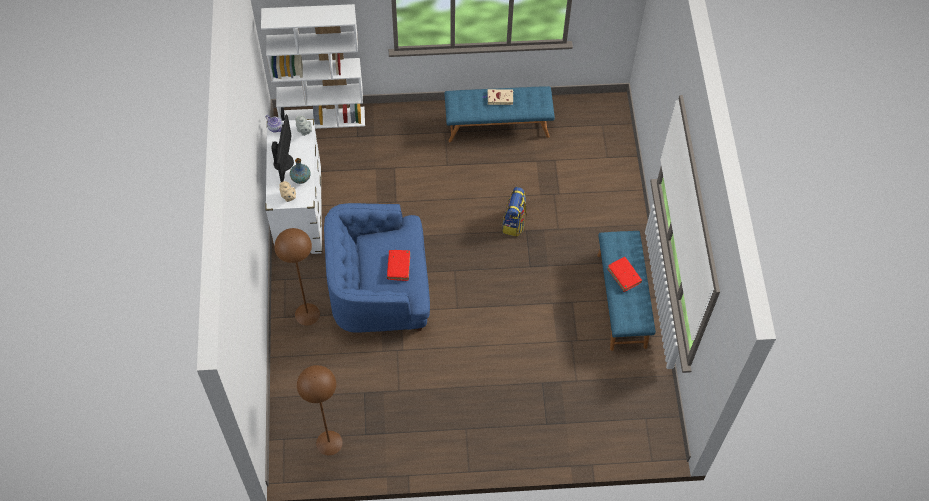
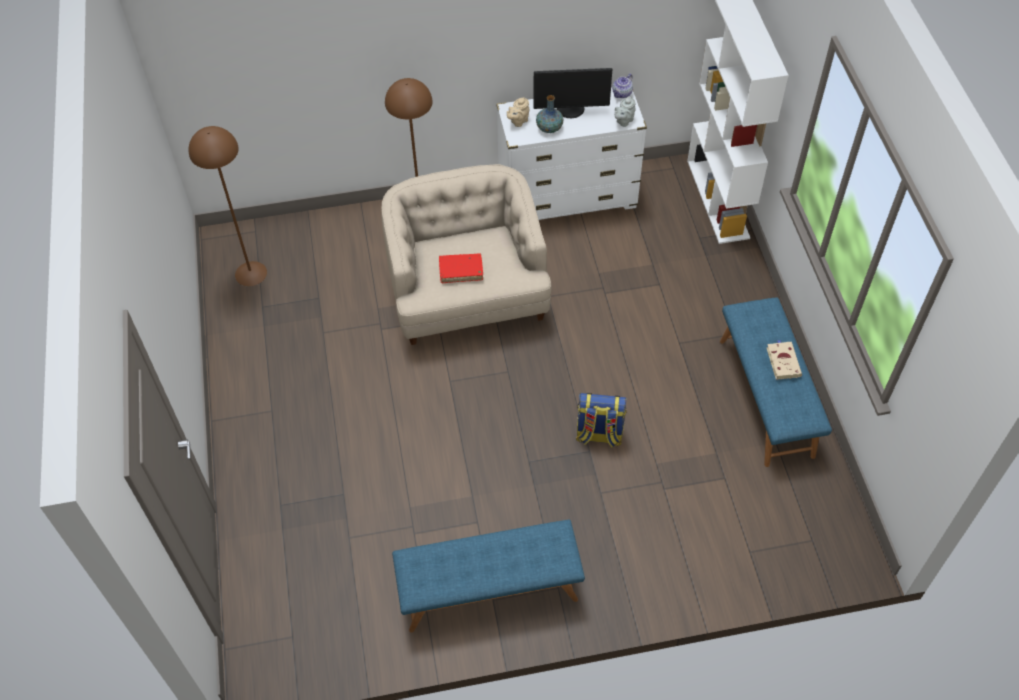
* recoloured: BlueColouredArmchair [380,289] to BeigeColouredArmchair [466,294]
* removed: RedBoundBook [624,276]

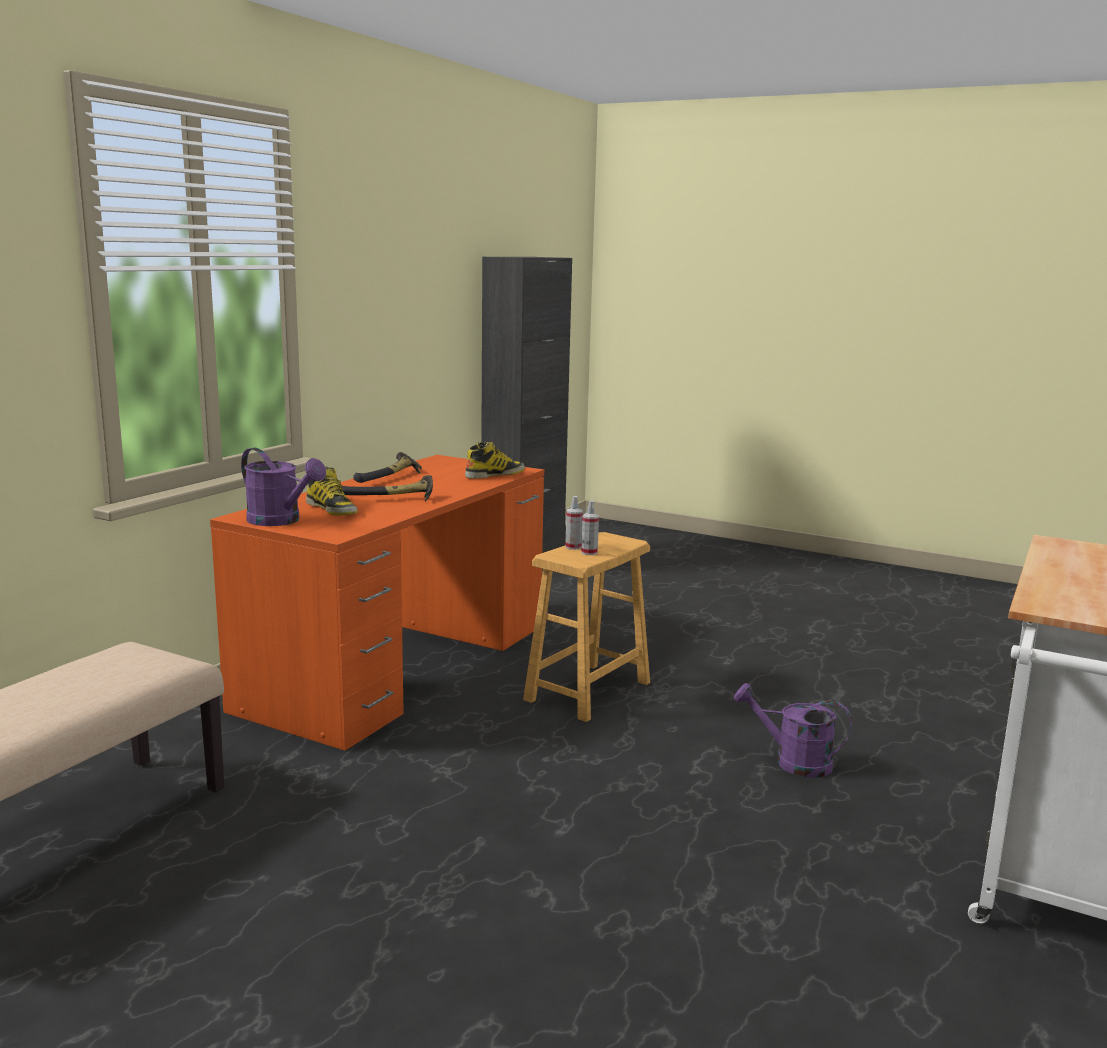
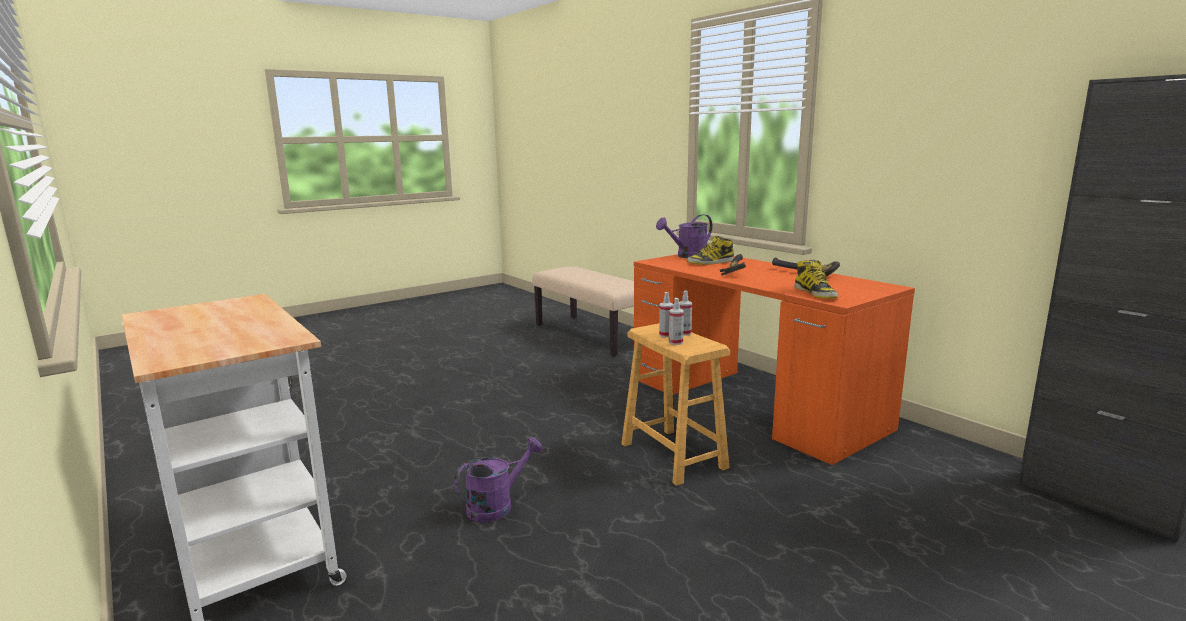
* added: SprayBottle [675,342]

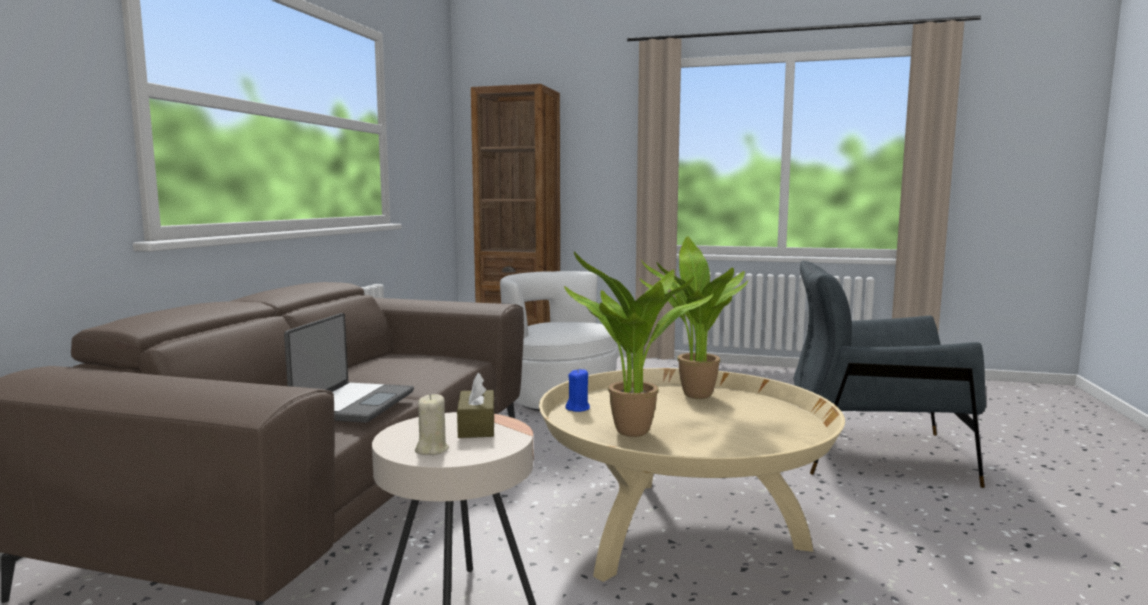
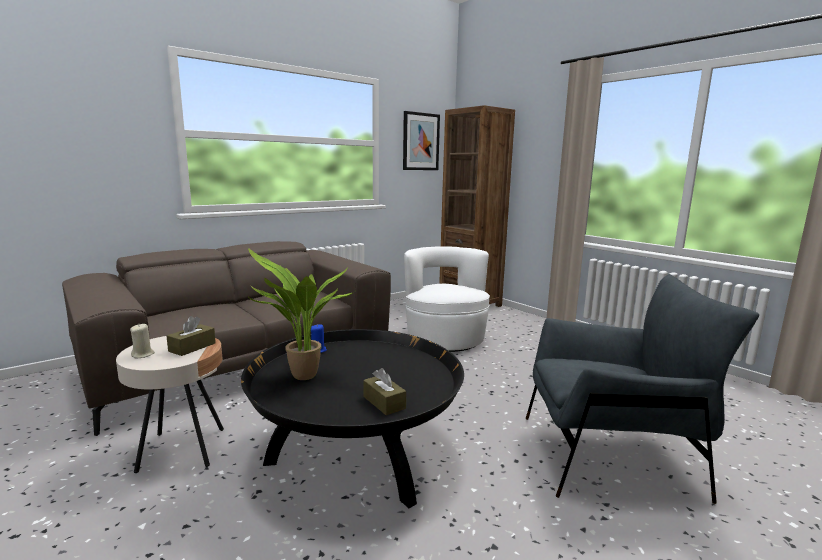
* recoloured: BeigeColouredCoffeeTable [683,531] to BlackishCoffeeTable [356,455]
* added: BrownTissueBox [384,402]
* added: Picture [420,141]
* turned: GreyishArmchair [874,453] = [610,455] 135 degrees clockwise
* removed: PortableComputer [353,404]
* removed: PlantInAPot [692,395]

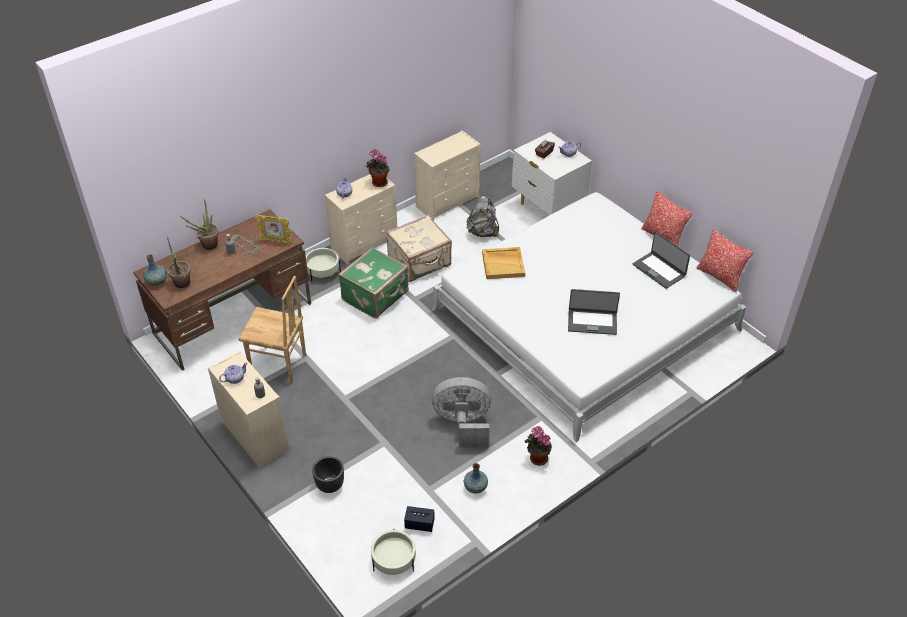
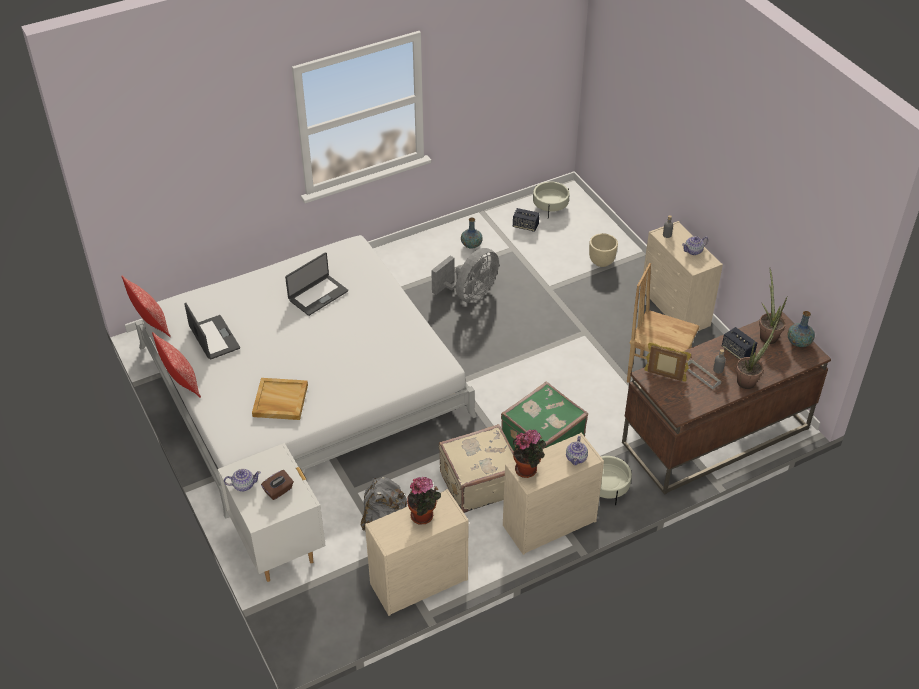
* moved: BeigeColouredTray [503,264] to [280,401]
* turned: PortableComputer [592,322] = [317,295] 120 degrees clockwise
* moved: PlantInAPot [537,458] to [424,516]
* turned: GreyishCoolingFan [463,424] = [469,294] 60 degrees counterclockwise
* recoloured: BlackishFlowerPot [329,485] to BeigeColouredFlowerPot [602,262]
* added: AudioSpeaker [737,351]

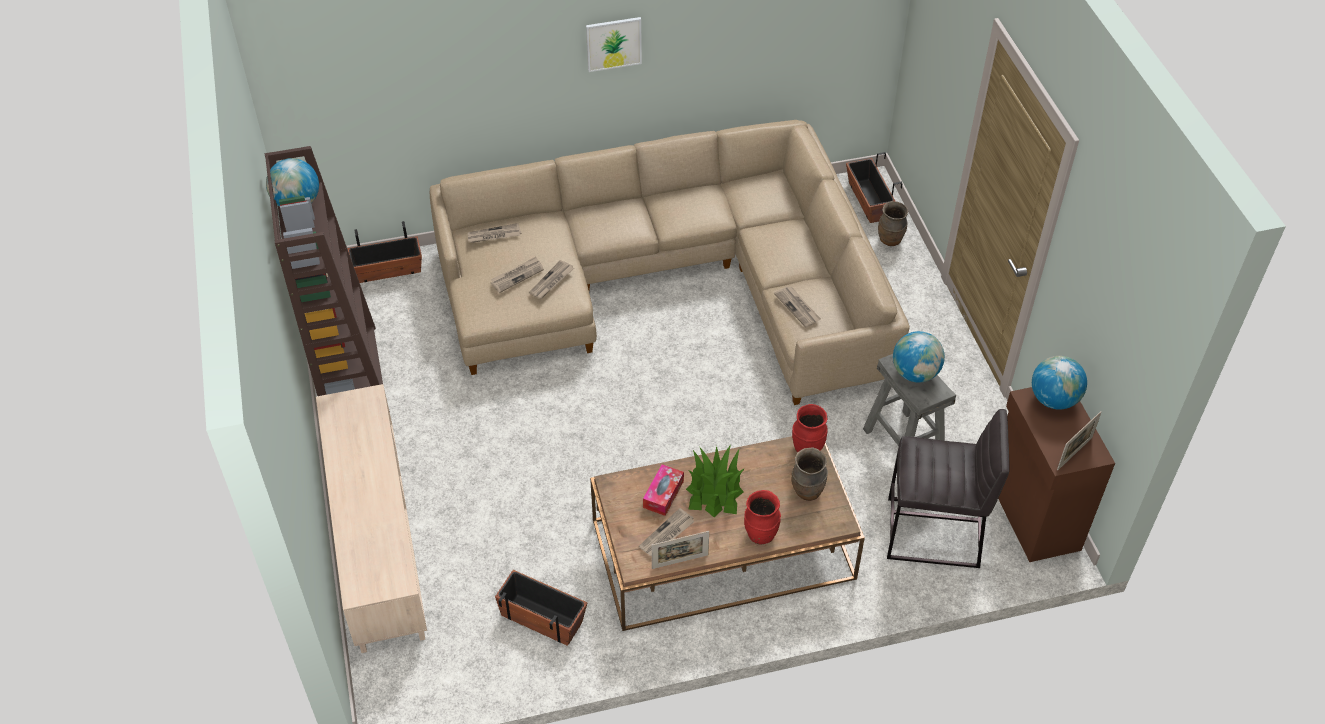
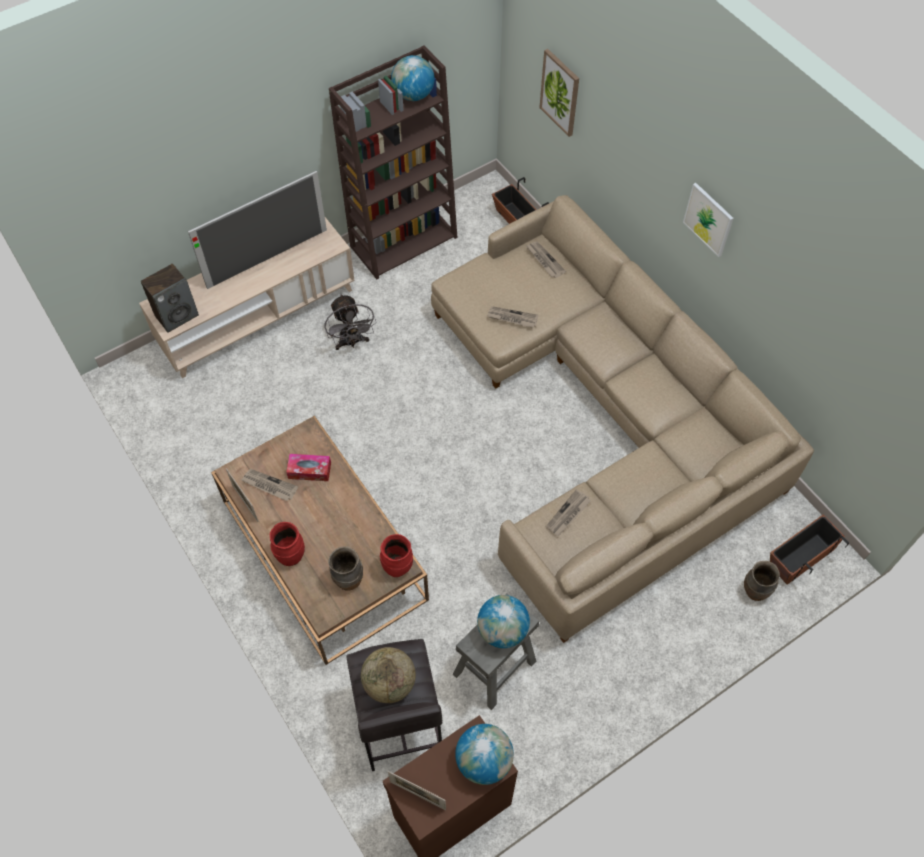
* added: AudioSpeaker [177,315]
* added: TvSet [267,258]
* added: GreyishCoolingFan [351,342]
* added: Globe [389,683]
* added: Picture [560,92]
* removed: DailyPaper [517,276]
* removed: FlowerPot [542,618]
* removed: PlantInAPot [715,491]

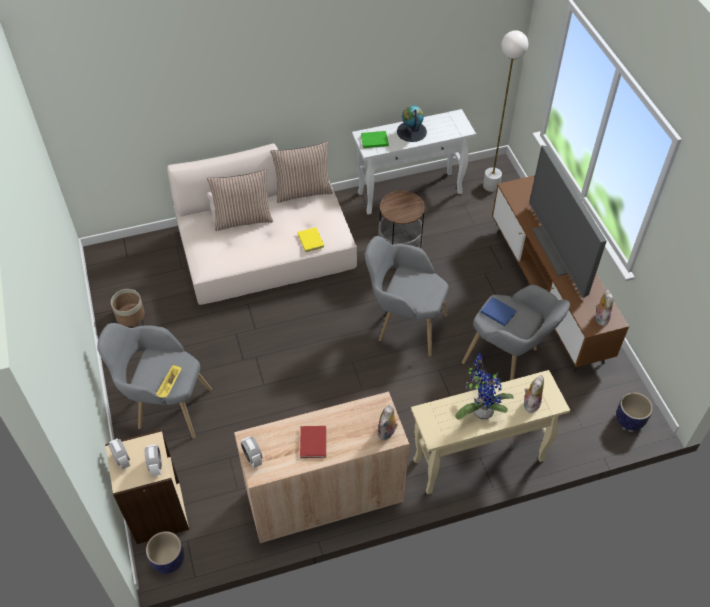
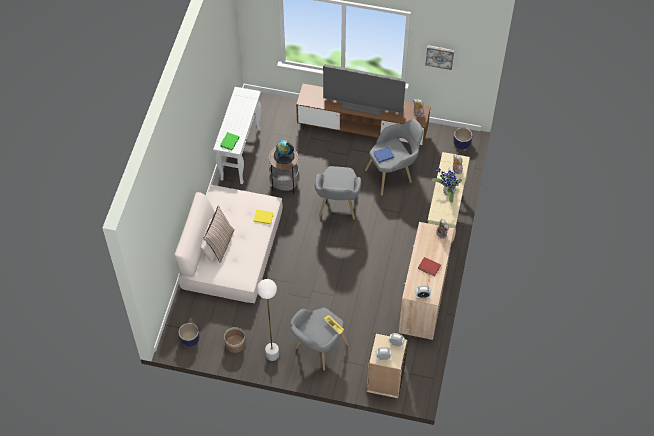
* moved: FlowerPot [168,559] to [189,340]
* moved: WhitishFloorLamp [491,186] to [272,354]
* moved: Globe [411,131] to [284,155]
* turned: GreyishArmchair [403,325] = [337,208] 45 degrees counterclockwise
* added: Picture [440,56]
* removed: Cushion [303,191]

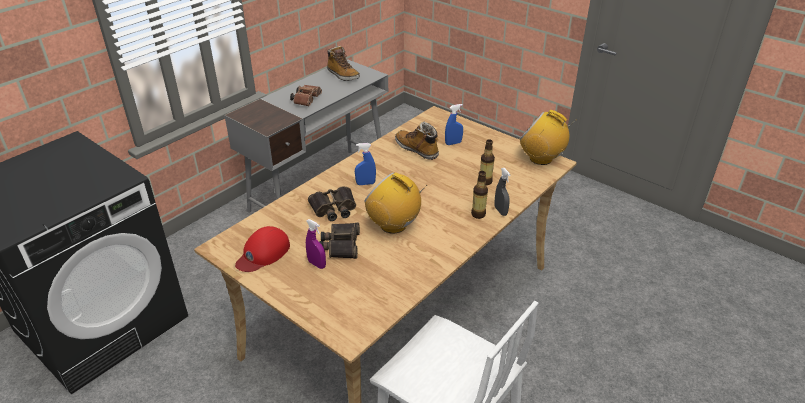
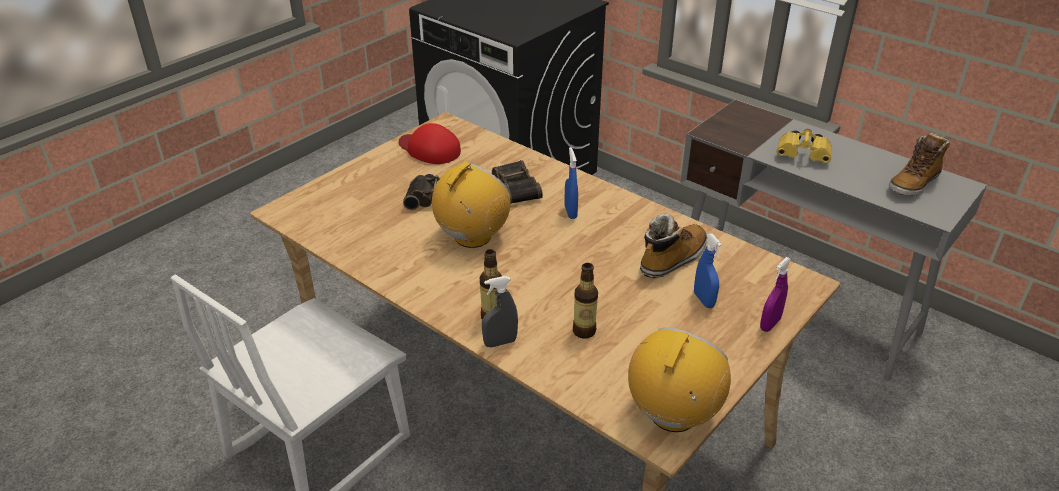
* moved: PurpleColouredSprayBottle [317,264] to [770,324]
* recoloured: BrownBinoculars [307,100] to YellowishBinoculars [804,156]

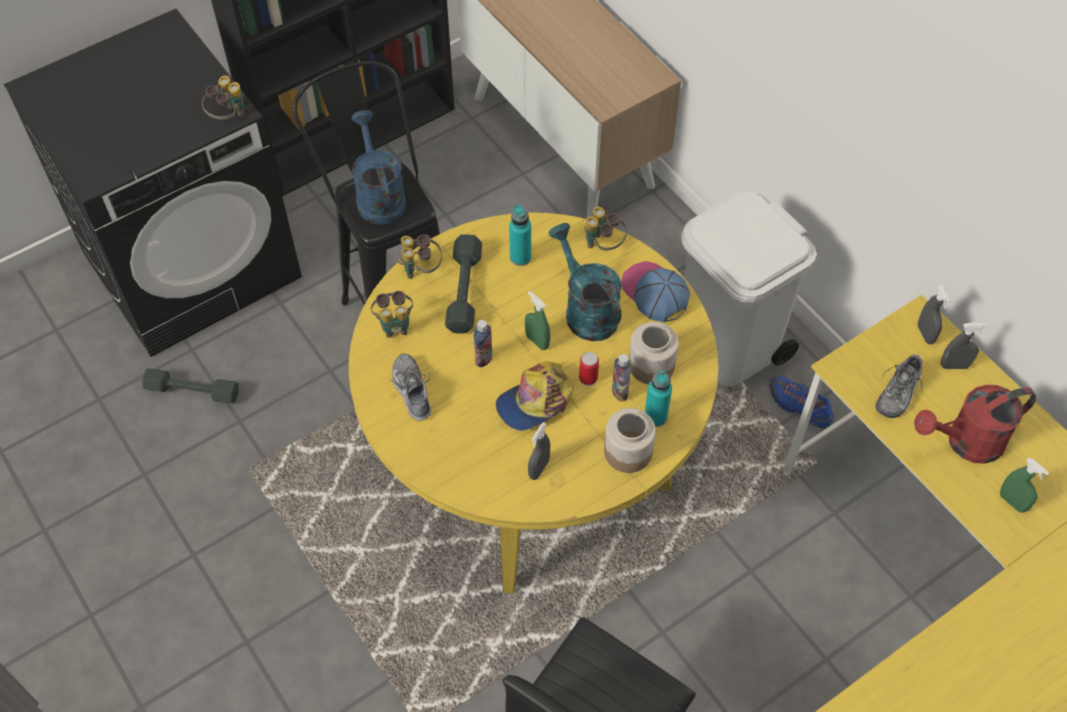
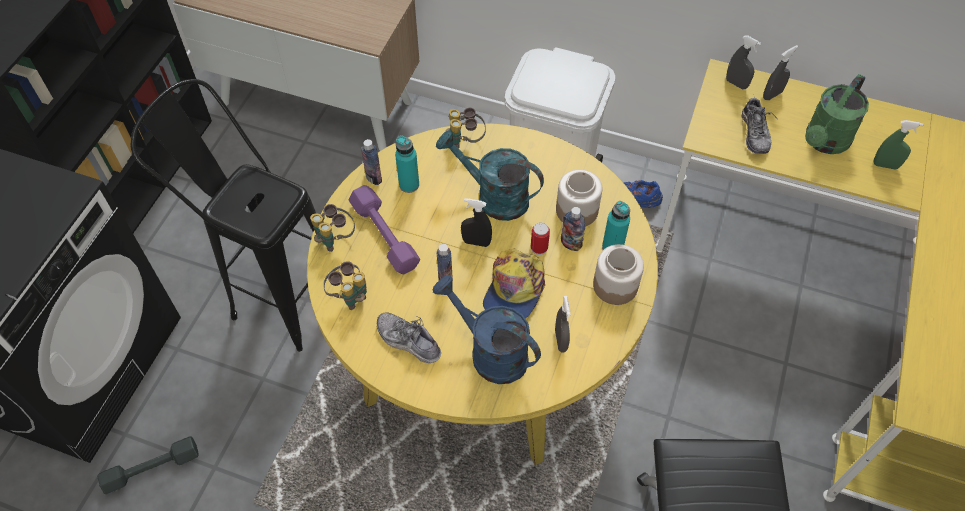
* recoloured: GreyishHandWeight [464,290] to PurpleColouredHandWeight [385,235]
* added: BeverageBottle [373,178]
* moved: BlueColouredSprinklingCan [378,196] to [490,352]
* recoloured: GreenColouredSprayBottle [537,341] to BlackishSprayBottle [476,242]
* recoloured: RedSprinklingCan [966,442] to GreenColouredSprinklingCan [824,142]
* removed: Binoculars [228,117]
* removed: Cap [654,293]

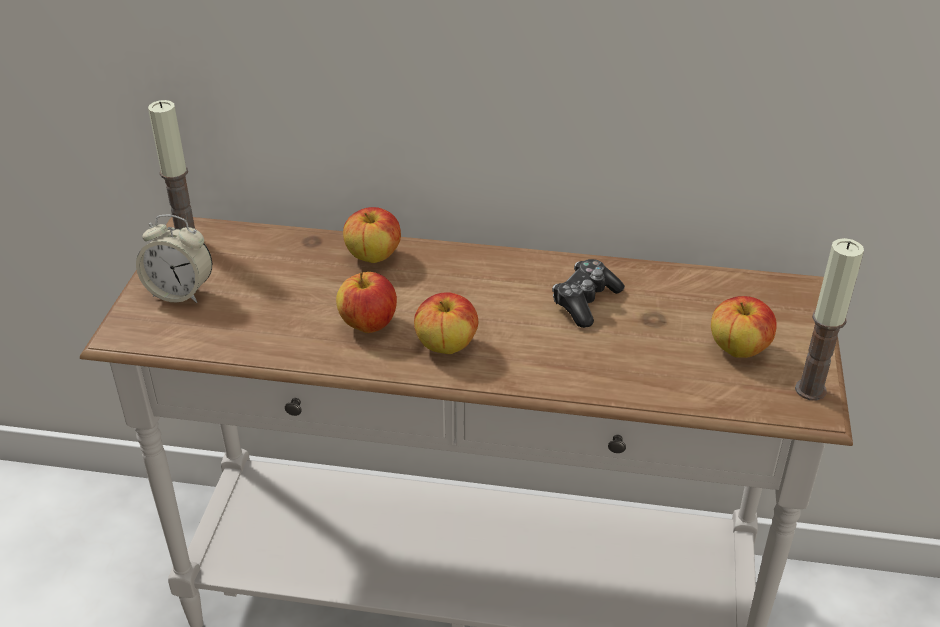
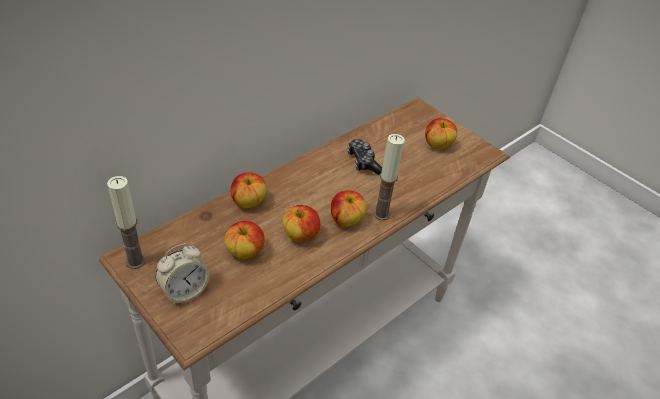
* added: AppleFruit [245,252]
* moved: WaxCandle [810,390] to [381,214]

